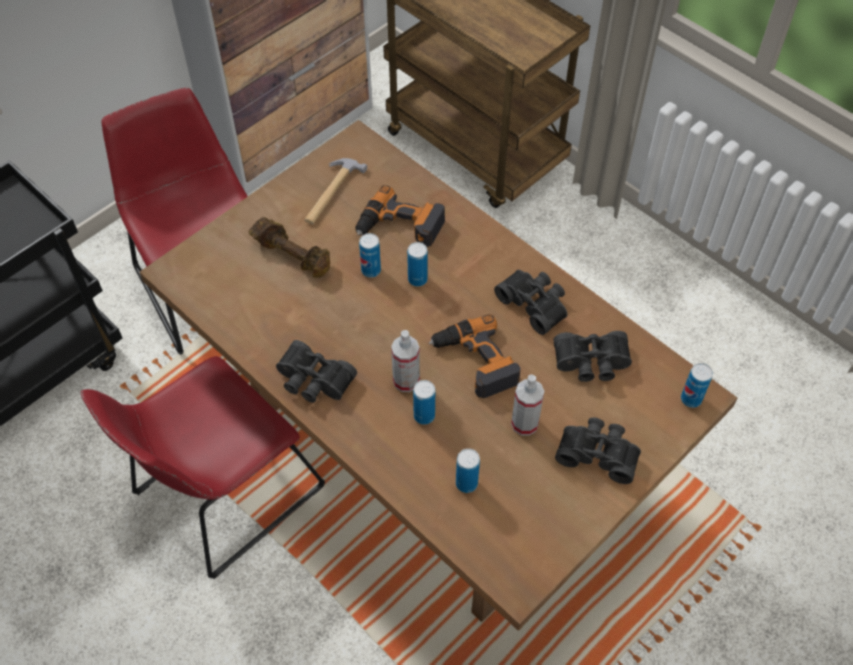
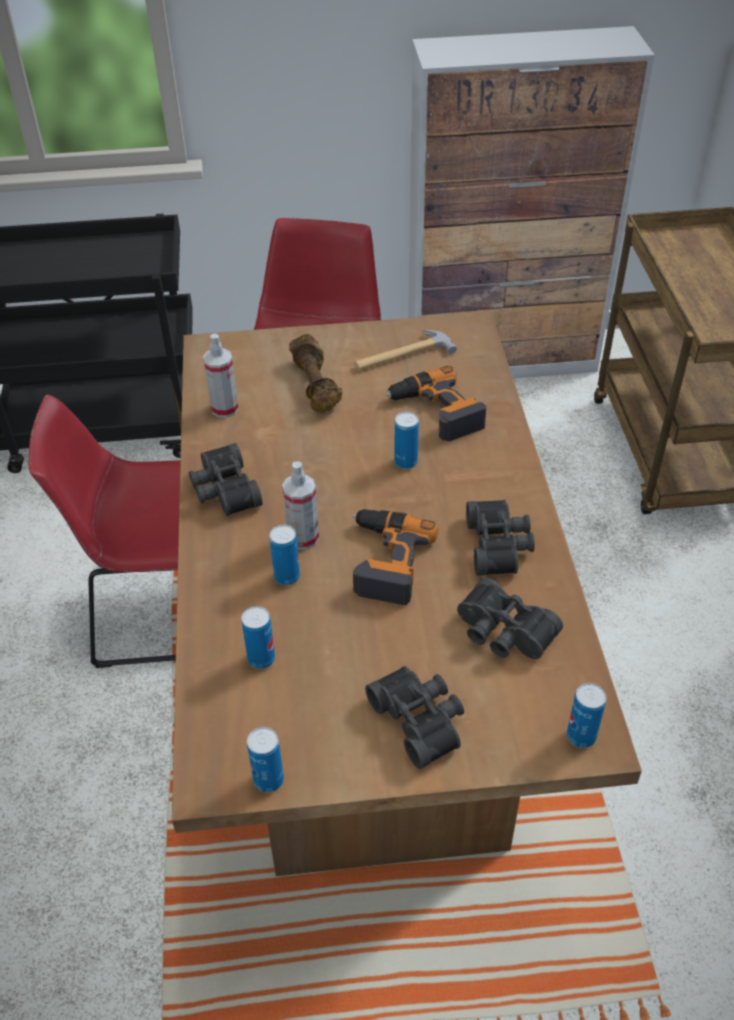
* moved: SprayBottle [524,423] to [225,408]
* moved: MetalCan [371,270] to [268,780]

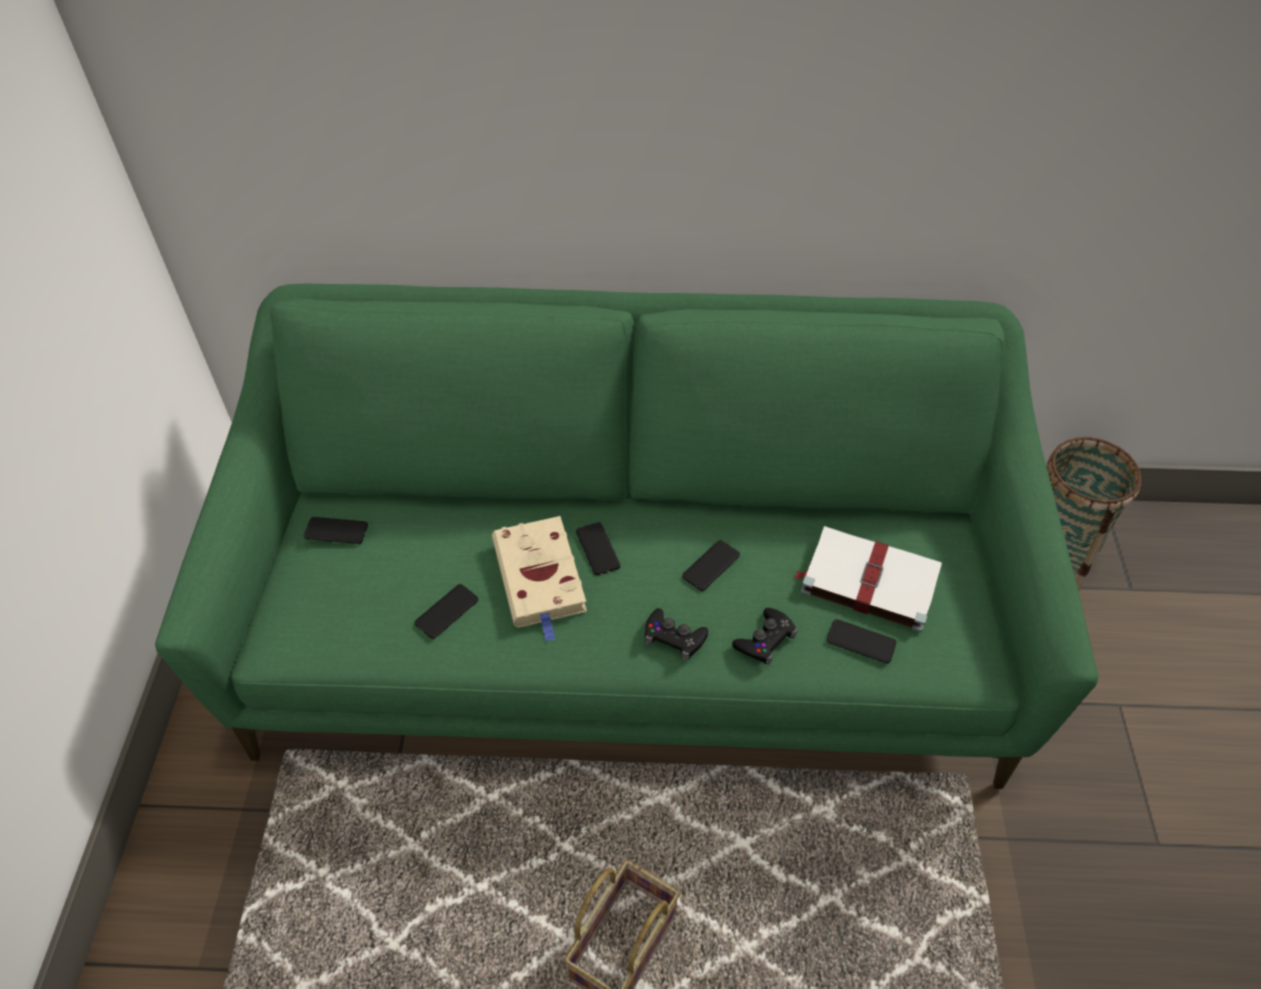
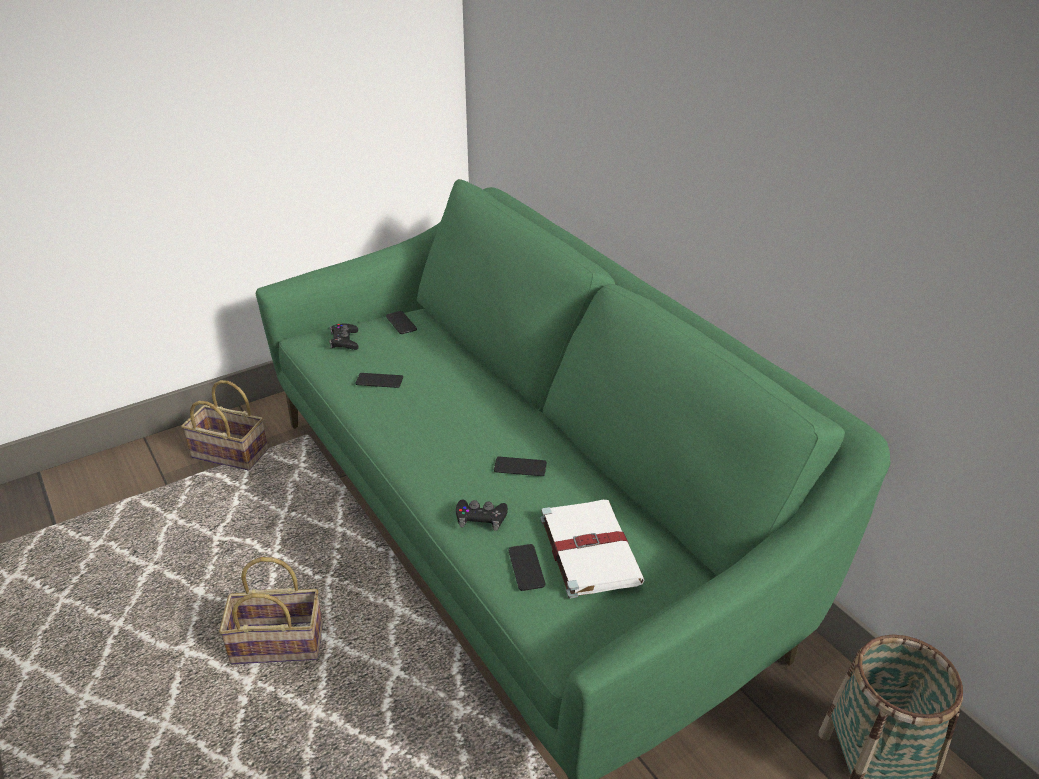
* added: Basket [227,454]
* moved: BlackishGameController [674,637] to [344,341]
* removed: BeigeColouredBoundBook [541,579]
* removed: Phone [597,549]

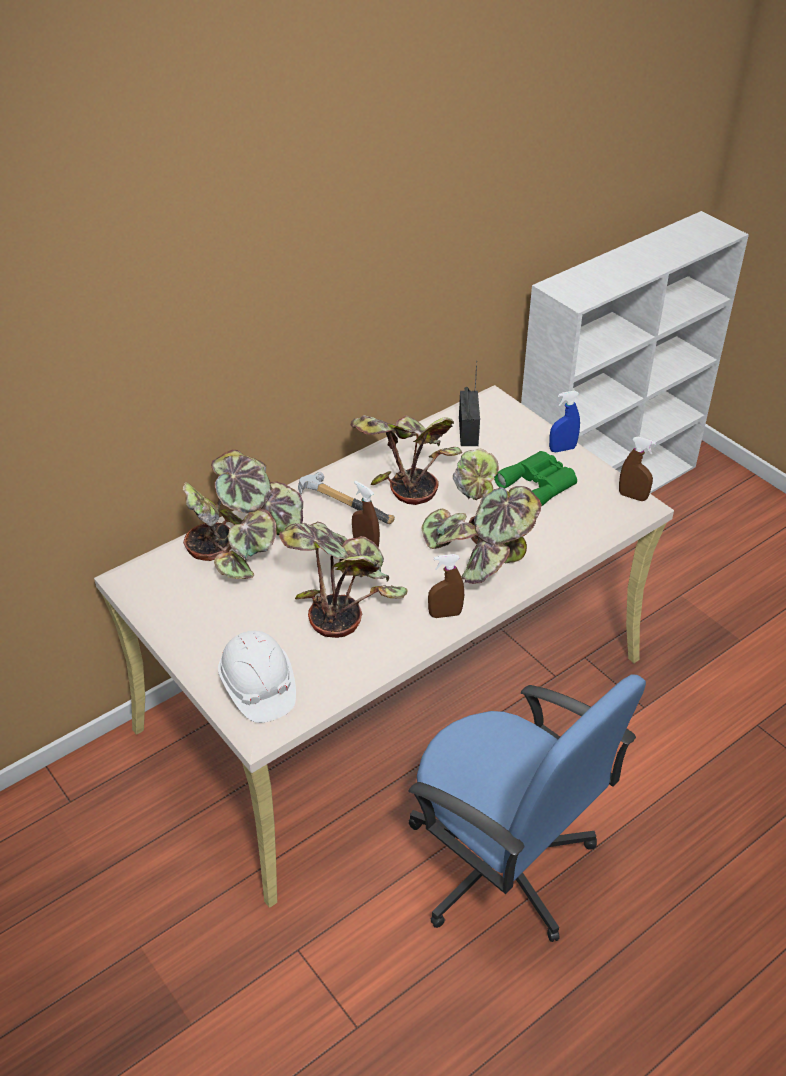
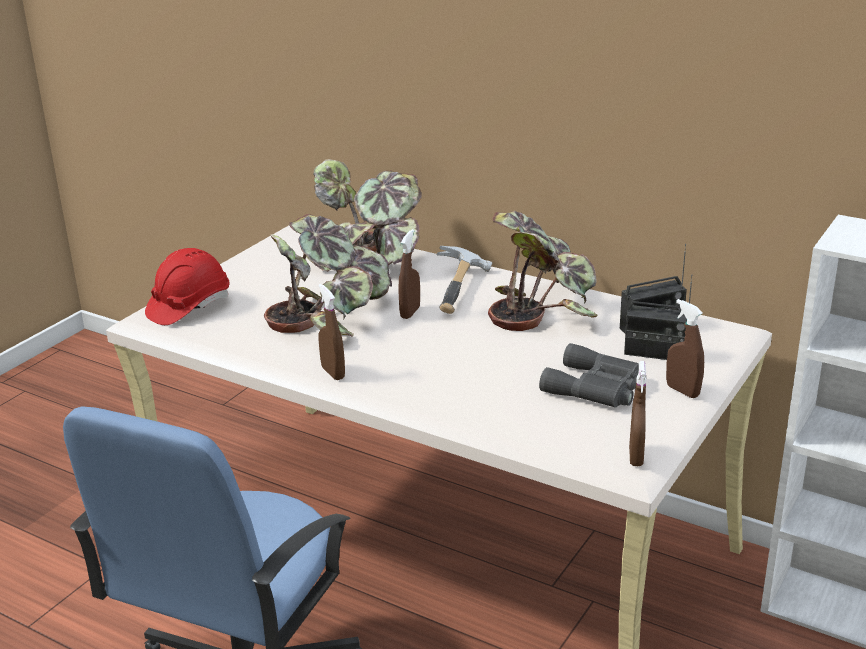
* recoloured: WhitishHardHat [258,687] to RedHardHat [189,306]
* recoloured: GreenColouredBinoculars [539,484] to GreyishBinoculars [597,388]
* added: Radio [656,353]
* recoloured: BlueColouredSprayBottle [562,449] to BrownSprayBottle [682,391]
* removed: PlantInAPot [480,556]

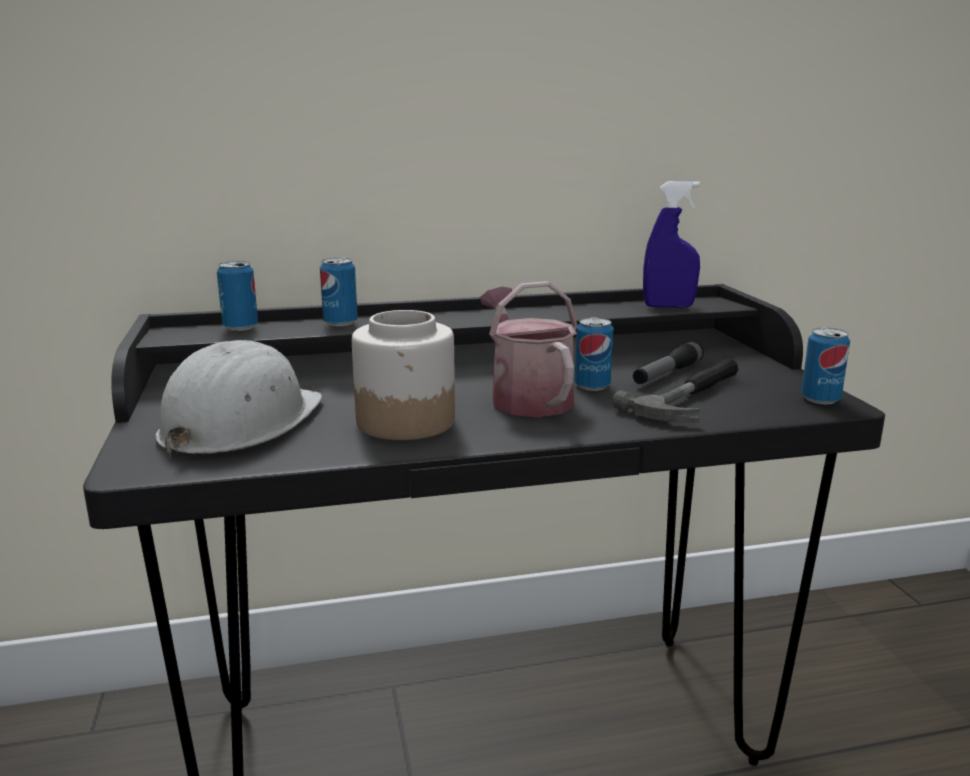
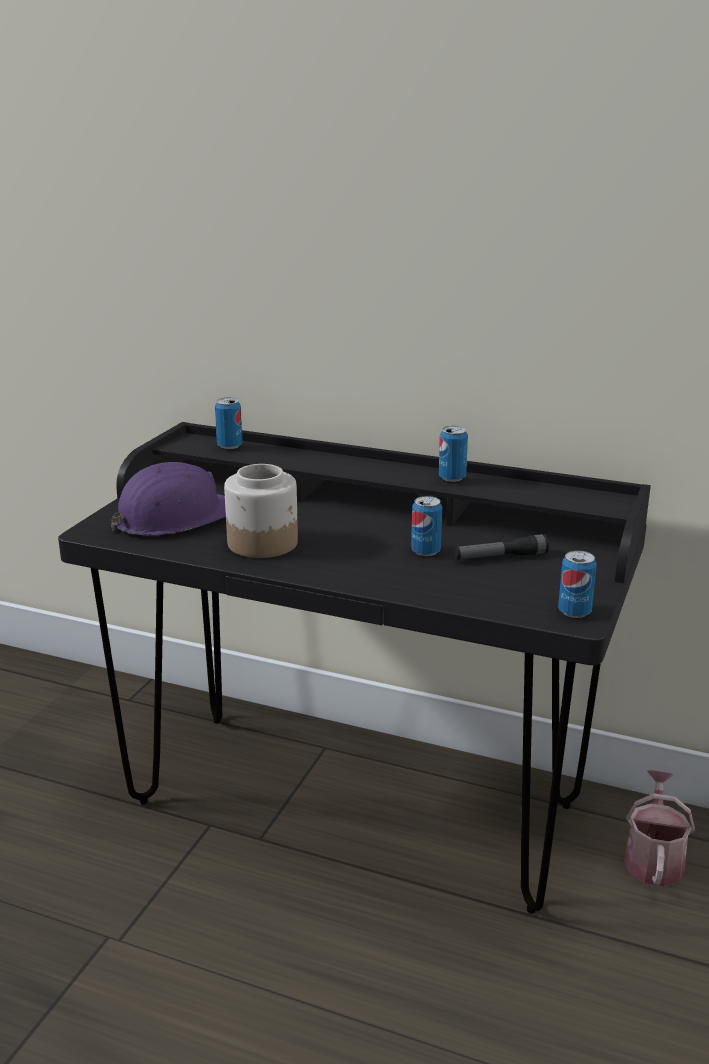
* recoloured: WhitishHardHat [240,423] to PurpleColouredHardHat [174,517]
* moved: MetalCan [340,322] to [452,477]
* moved: SprinklingCan [526,397] to [653,858]
* removed: HandHammer [693,397]
* removed: BlueColouredSprayBottle [668,306]

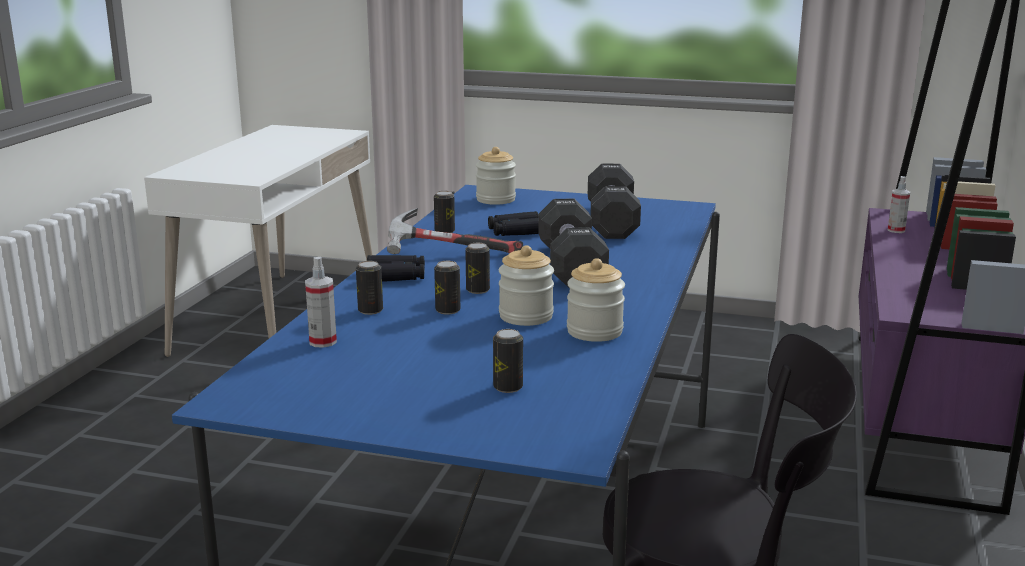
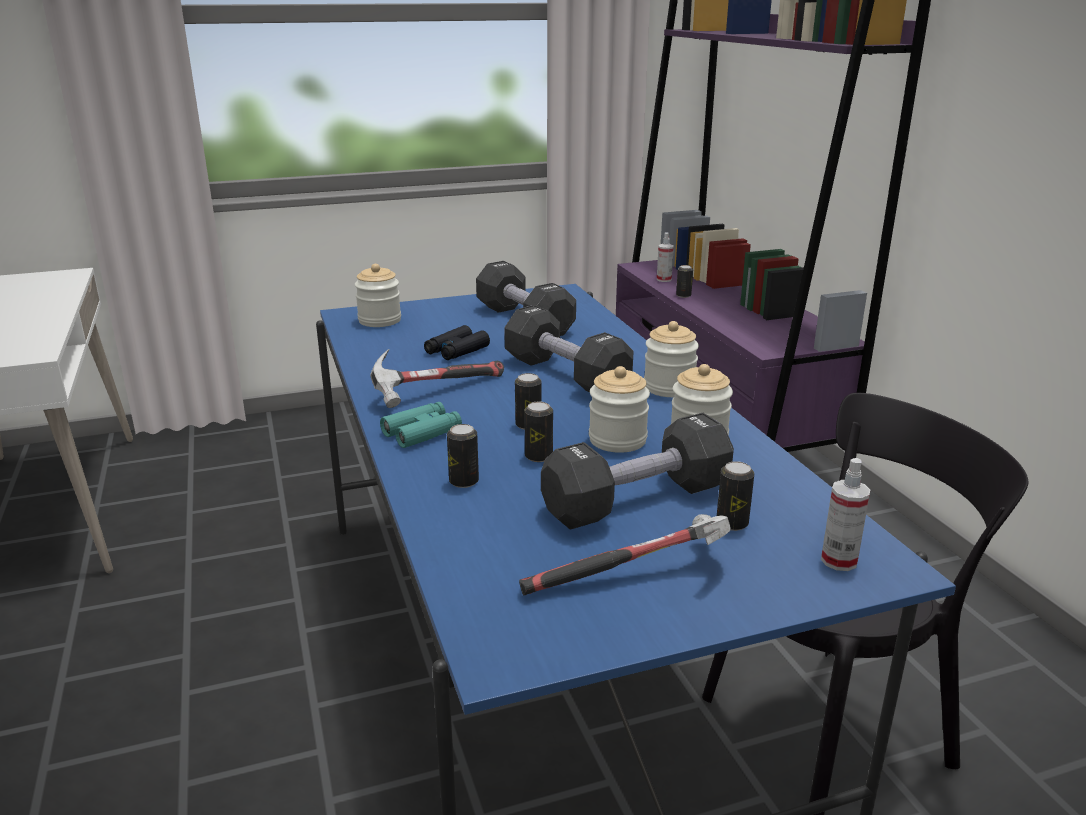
* recoloured: BlackishBinoculars [396,276] to BlueGreenBinoculars [422,432]
* added: HandHammer [634,576]
* added: BlackishHandWeight [637,500]
* added: StorageJar [669,387]
* moved: MetalCan [444,231] to [683,295]
* moved: SprayBottle [323,342] to [839,560]

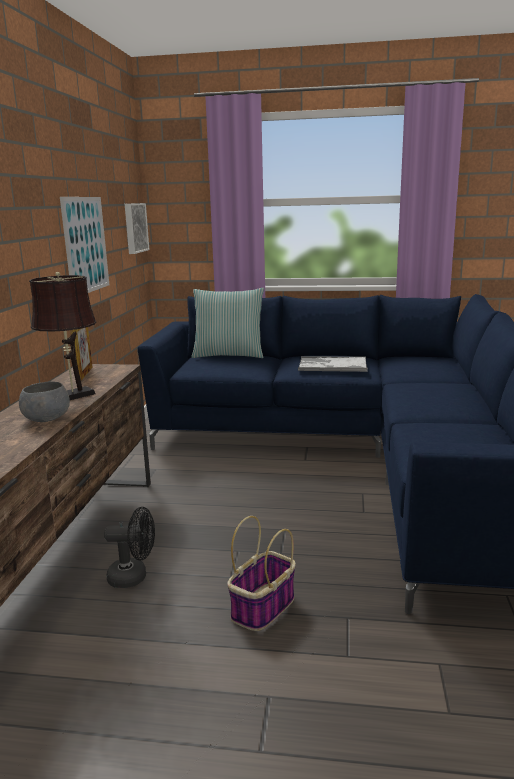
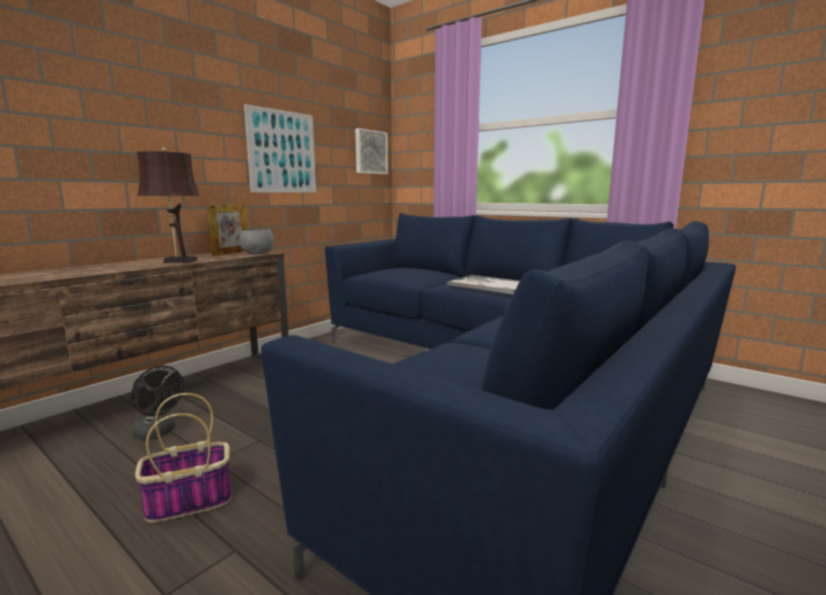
* moved: GreyishServingBowl [46,419] to [257,253]
* removed: Cushion [229,355]

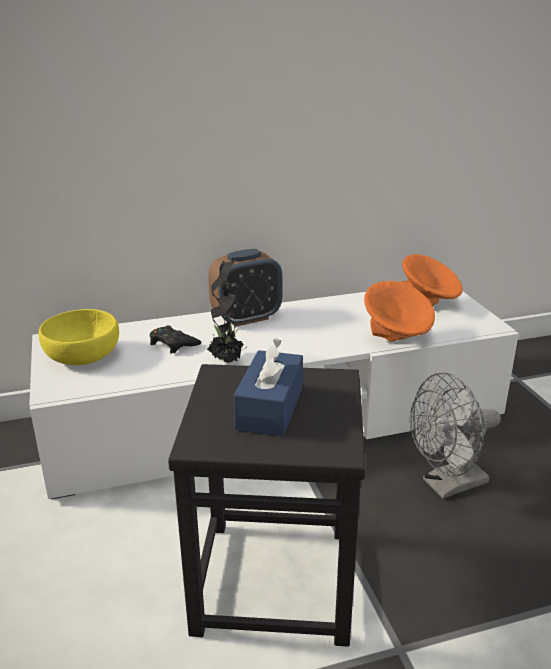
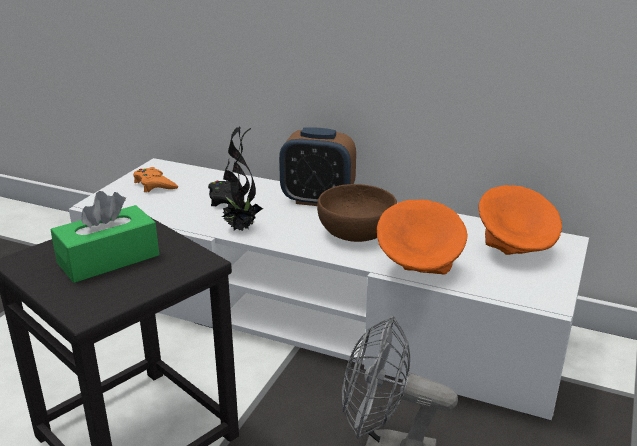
* recoloured: BlueColouredTissueBox [270,408] to GreenColouredTissueBox [108,259]
* replaced: YellowishServingBowl [81,356] to OrangeColouredGameController [154,185]
* added: BrownServingBowl [355,233]

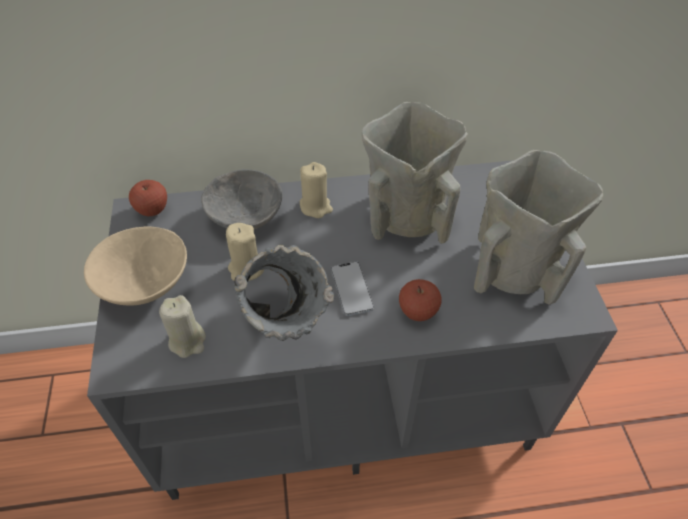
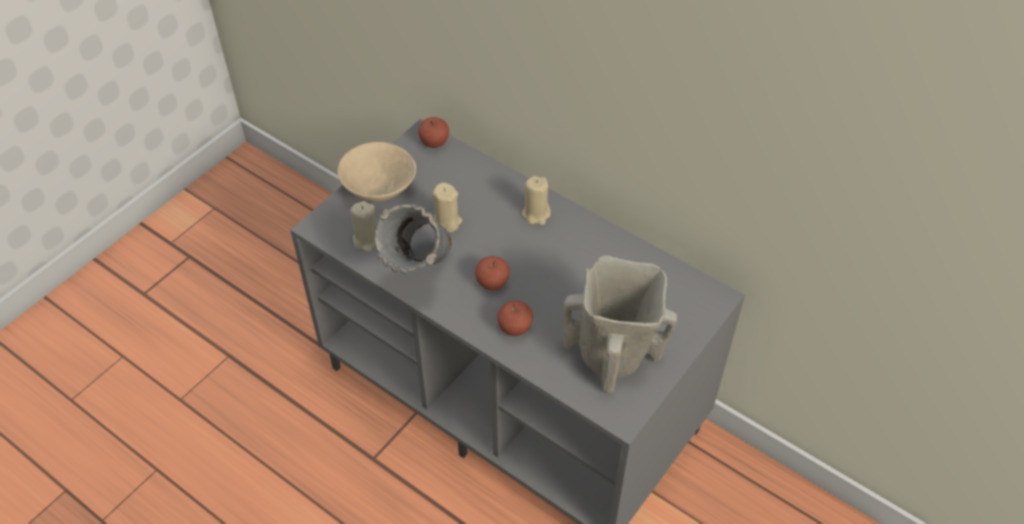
* replaced: Phone [351,289] to AppleFruit [492,283]
* removed: GreyishServingBowl [244,216]
* removed: BeigeColouredFlowerVase [406,216]

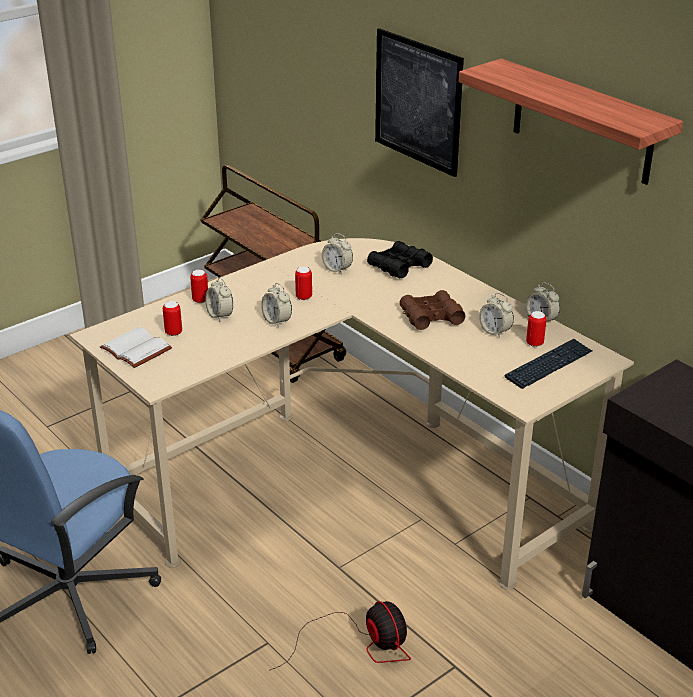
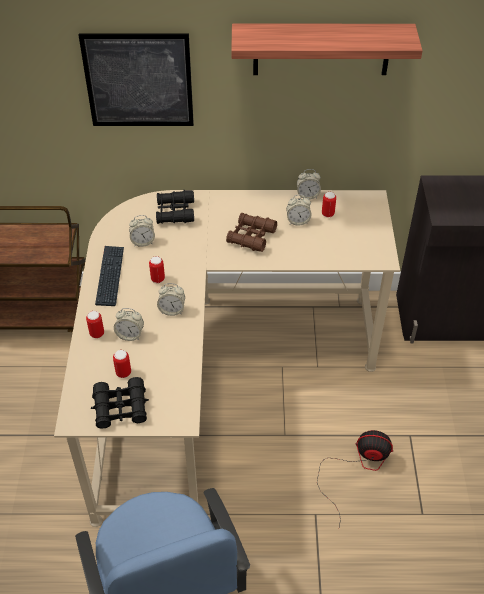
* replaced: WhitishBoundBook [134,349] to BlackishBinoculars [120,408]
* moved: ComputerKeyboard [549,365] to [110,276]

